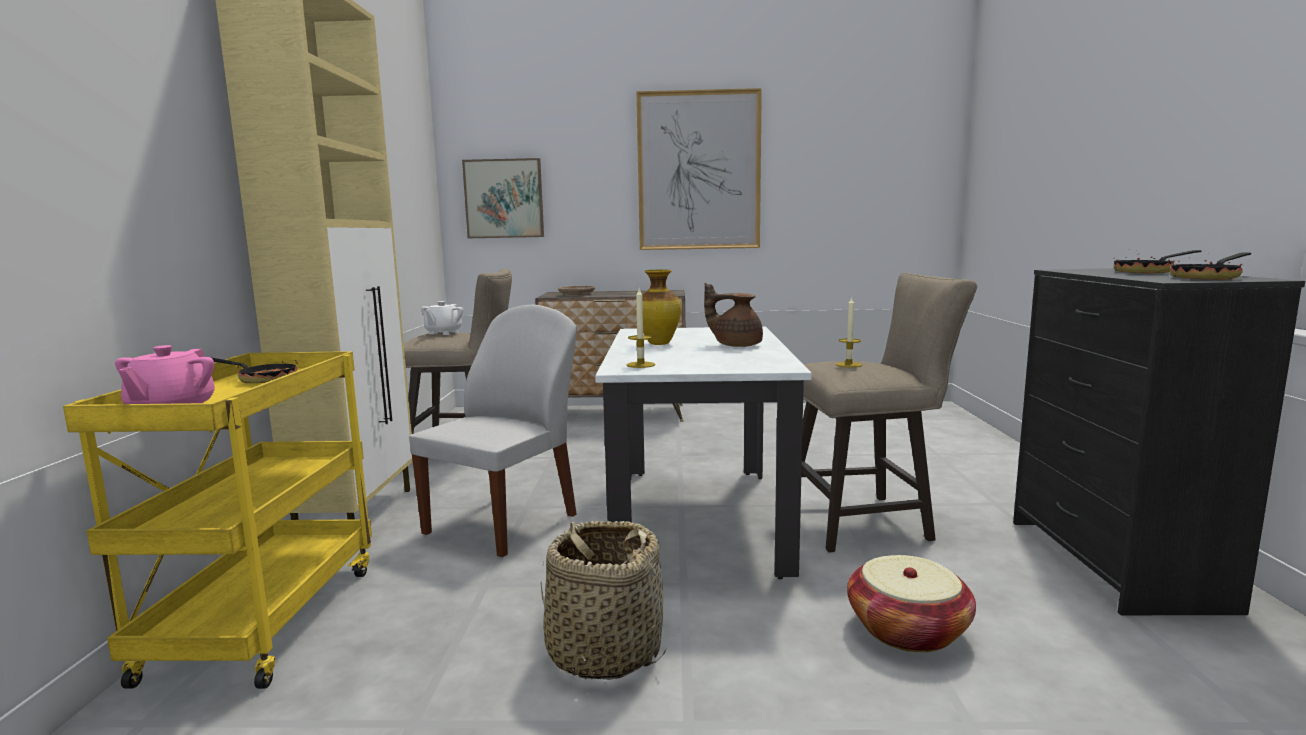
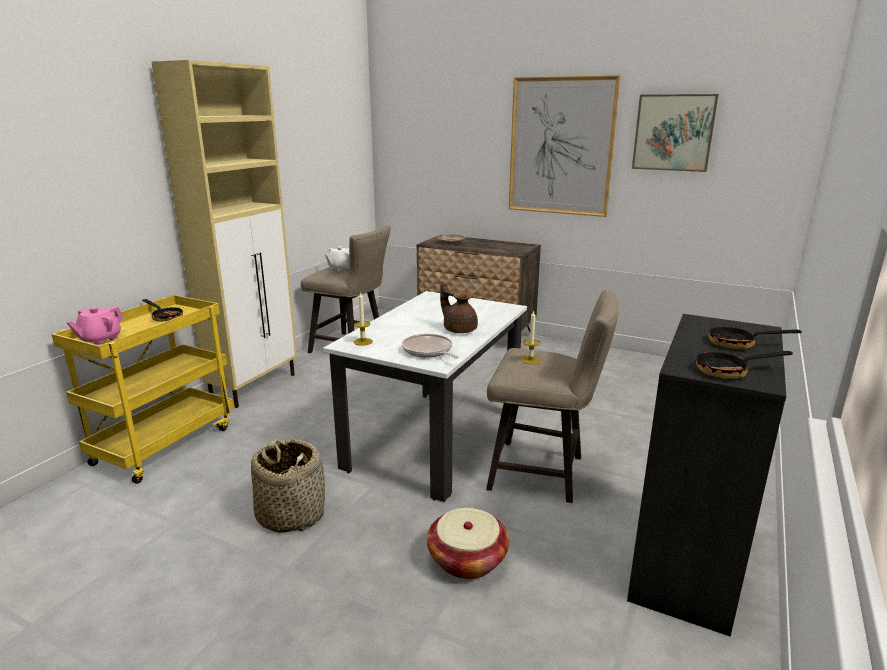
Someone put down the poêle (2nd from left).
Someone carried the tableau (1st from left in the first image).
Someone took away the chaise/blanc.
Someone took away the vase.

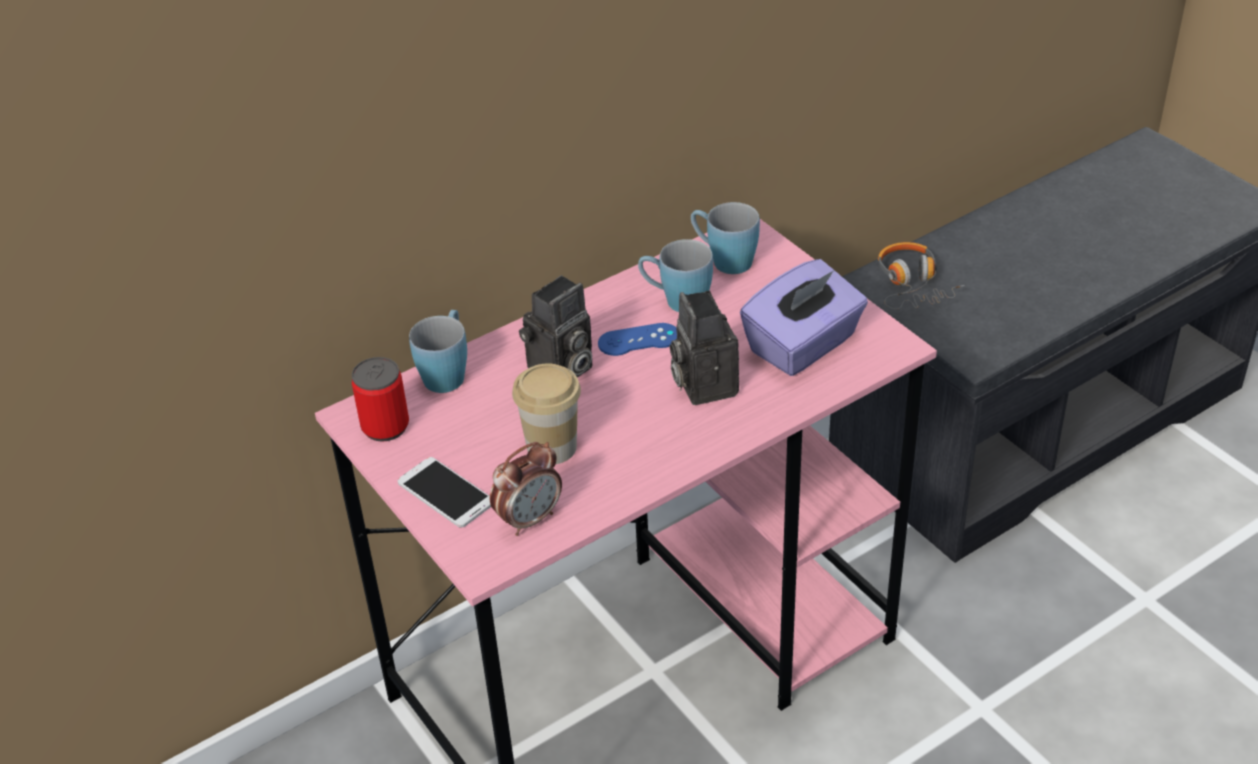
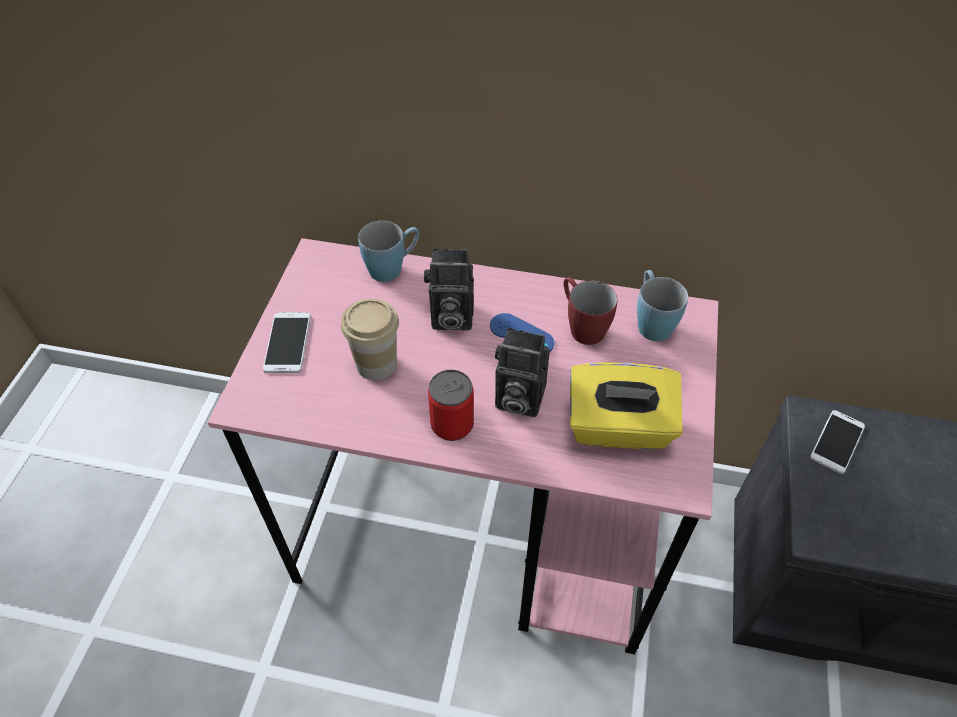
Someone carried the boîte métallique.
Someone rotated the appareil photo (2nd from left) by 105 degrees counterclockwise.
Someone repainted the mug/bleu (2nd from left), which became the mug/rouge.
Someone repainted the boîte à mouchoirs/violet, which became the boîte à mouchoirs/jaune.
Someone swapped the casque audio for the téléphone (2nd from left).
Someone took away the réveil.

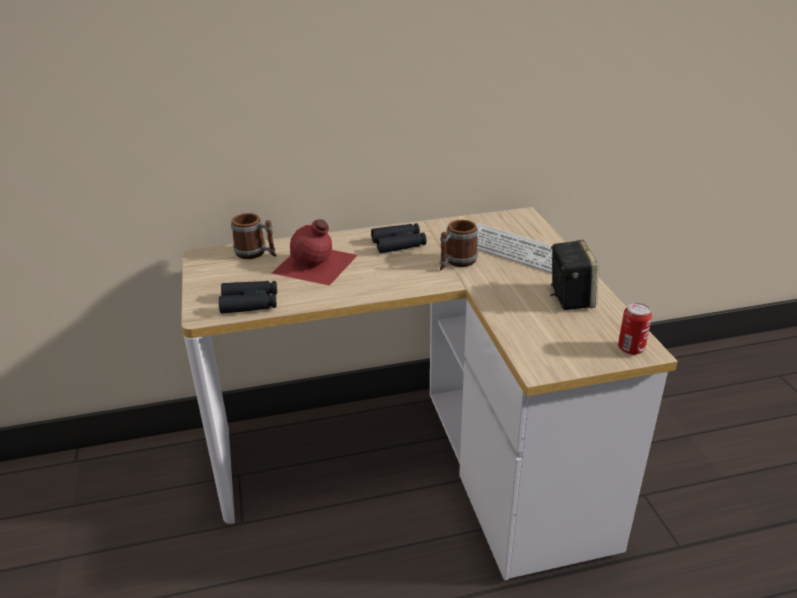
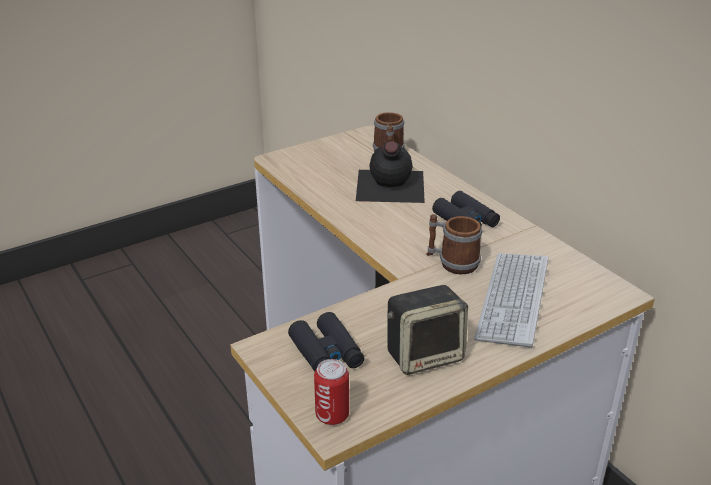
Someone carried the jumelles/noir (1st from left).
Someone repainted the bouteille/rouge, which became the bouteille/noir.

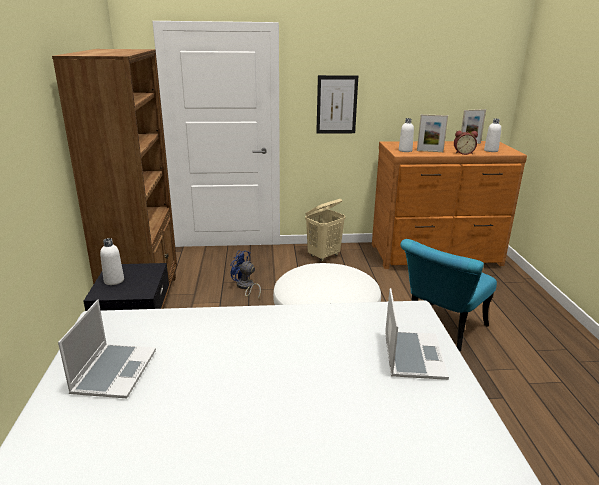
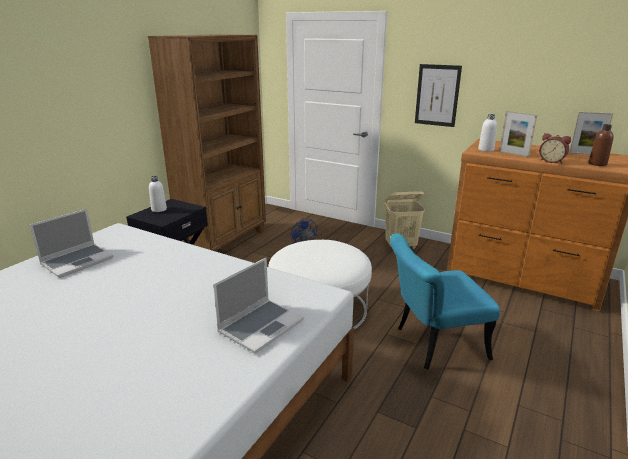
Someone repainted the bouteille/blanc (3rd from left), which became the bouteille/marron.

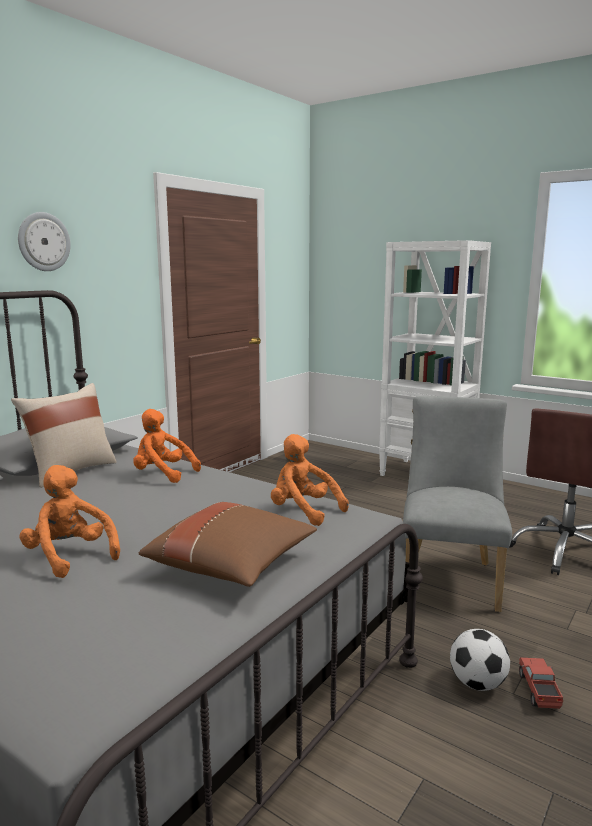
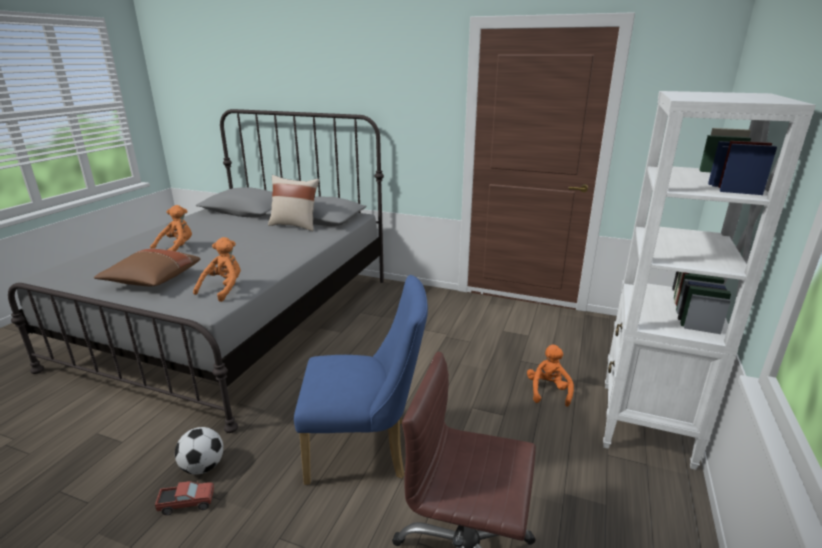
Someone repainted the chaise/gris, which became the chaise/bleu.
Someone carried the peluche/orange (2nd from left in the first image).
Someone took away the horloge murale.

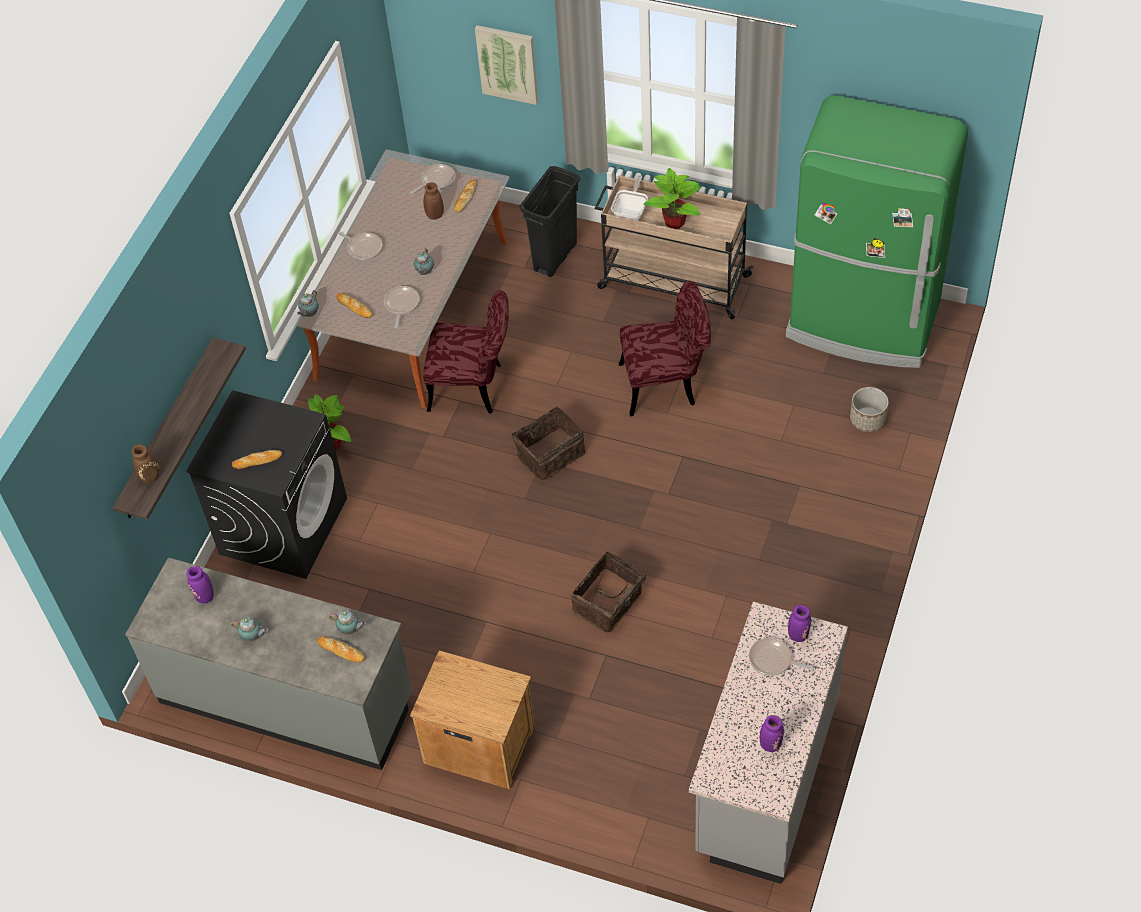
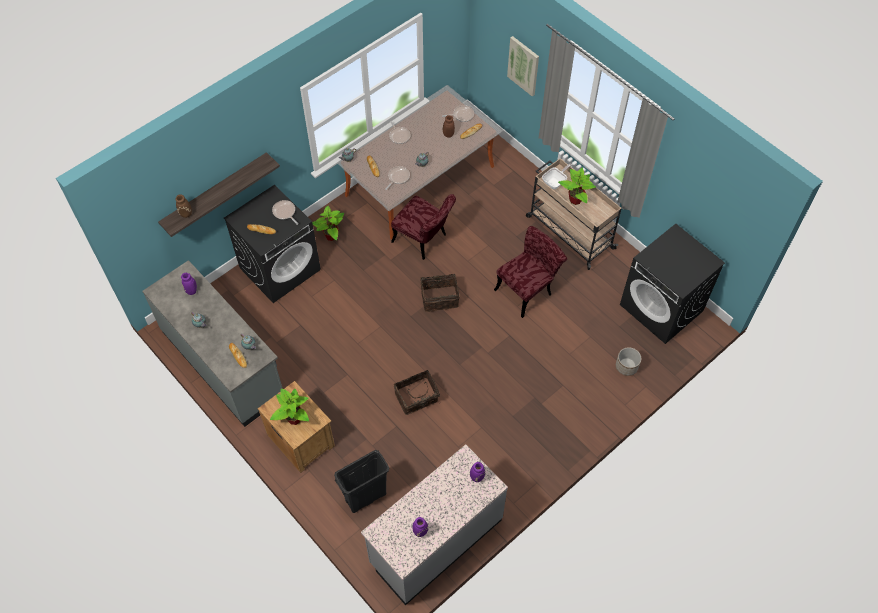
Someone put down the plante en pot (1st from left).
Someone carried the poêle (5th from left in the first image).
Someone carried the poubelle/noir.
Someone rotated the chaise/rouge (2nd from left) by 60 degrees counterclockwise.
Someone swapped the réfrigérateur/vert for the lave-linge/noir (2nd from left).

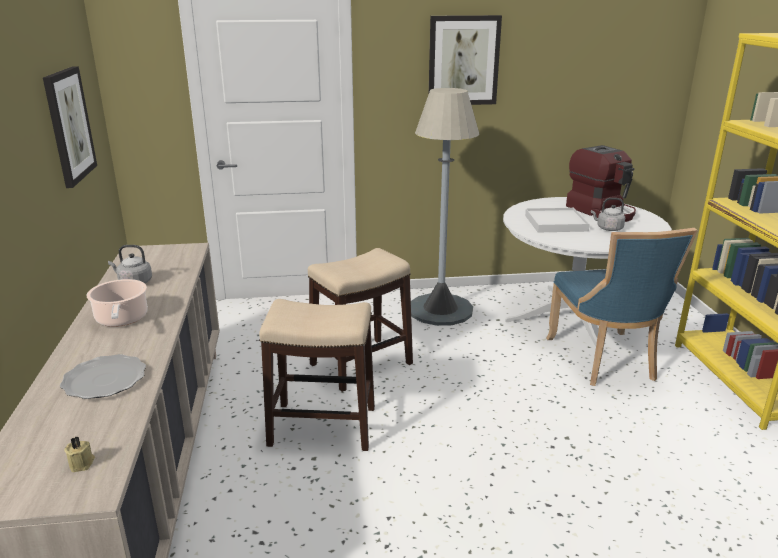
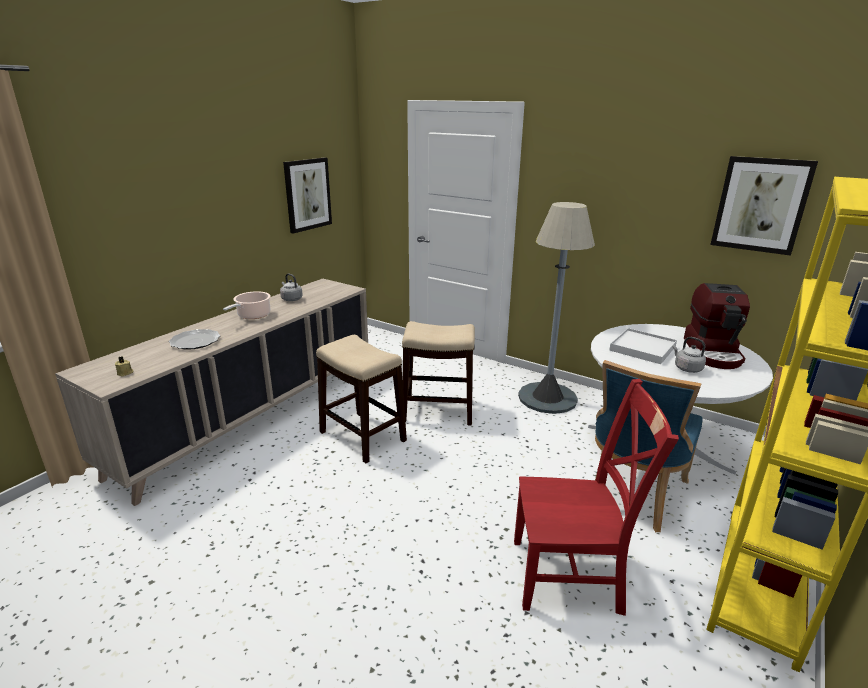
Someone put down the chaise/rouge.
Someone carried the tableau (2nd from left).

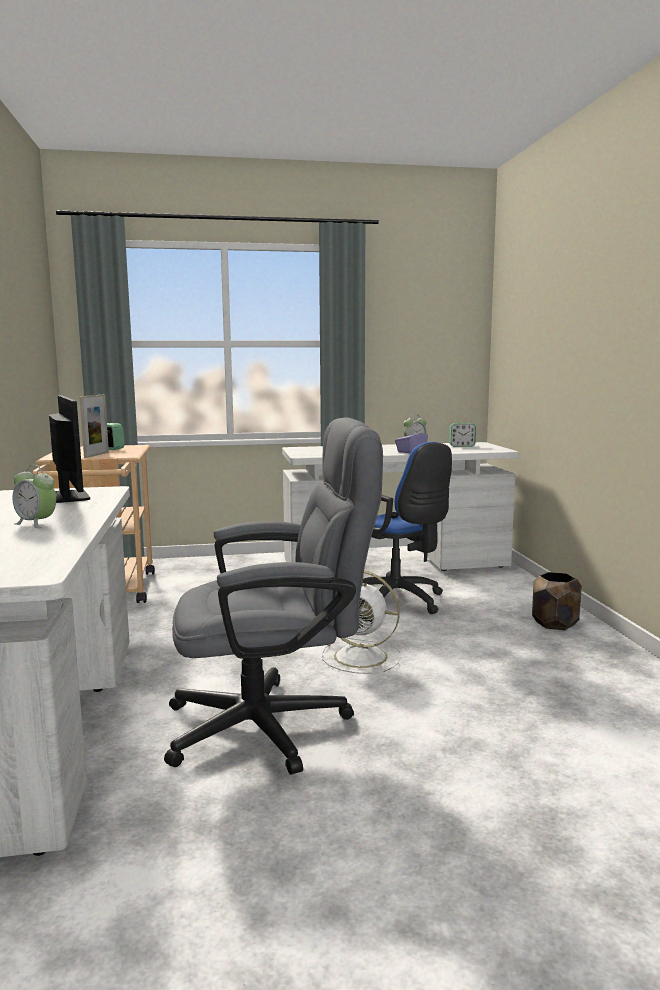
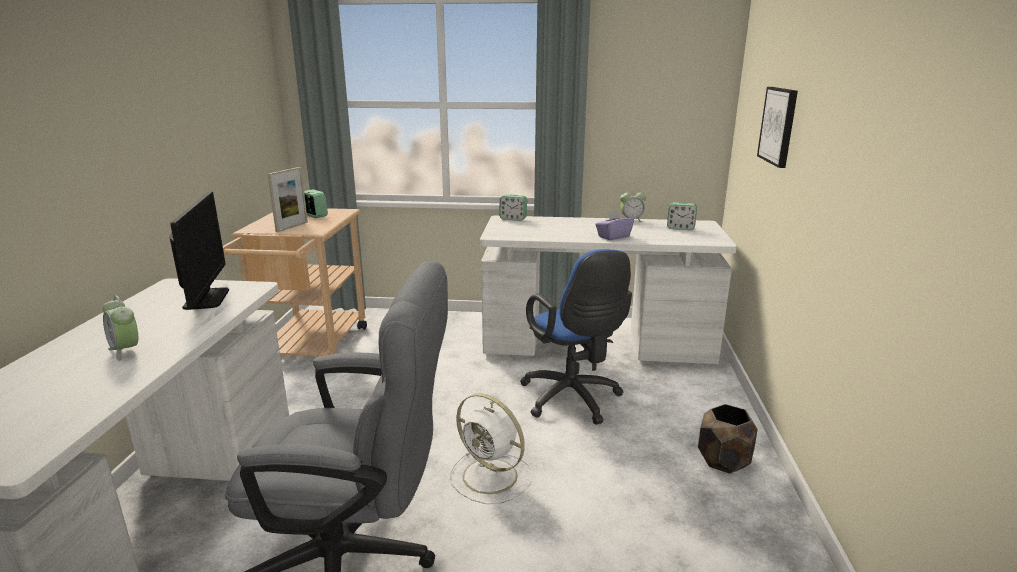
Someone put down the réveil (3rd from left).
Someone put up the tableau.

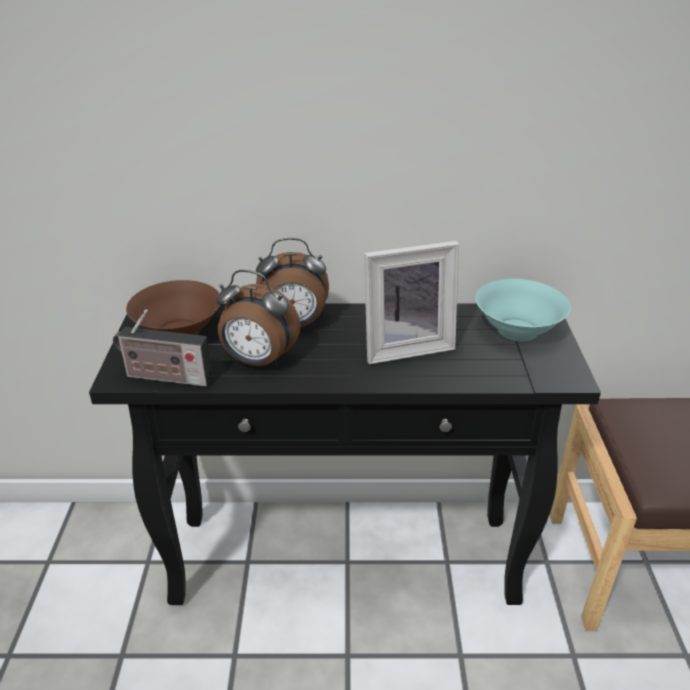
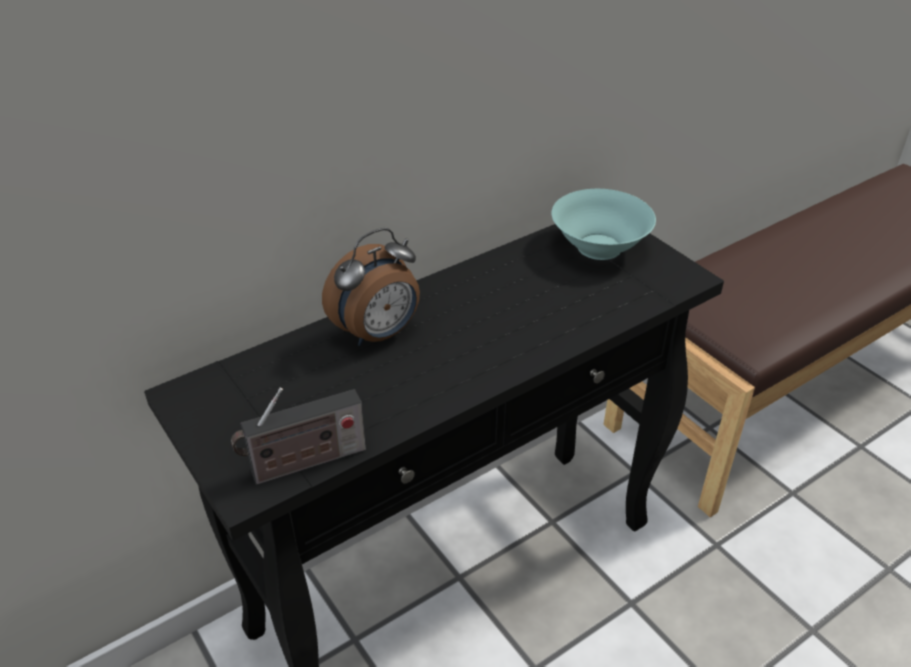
Someone took away the bol/marron.
Someone took away the réveil (1st from left).
Someone took away the cadre photo.

